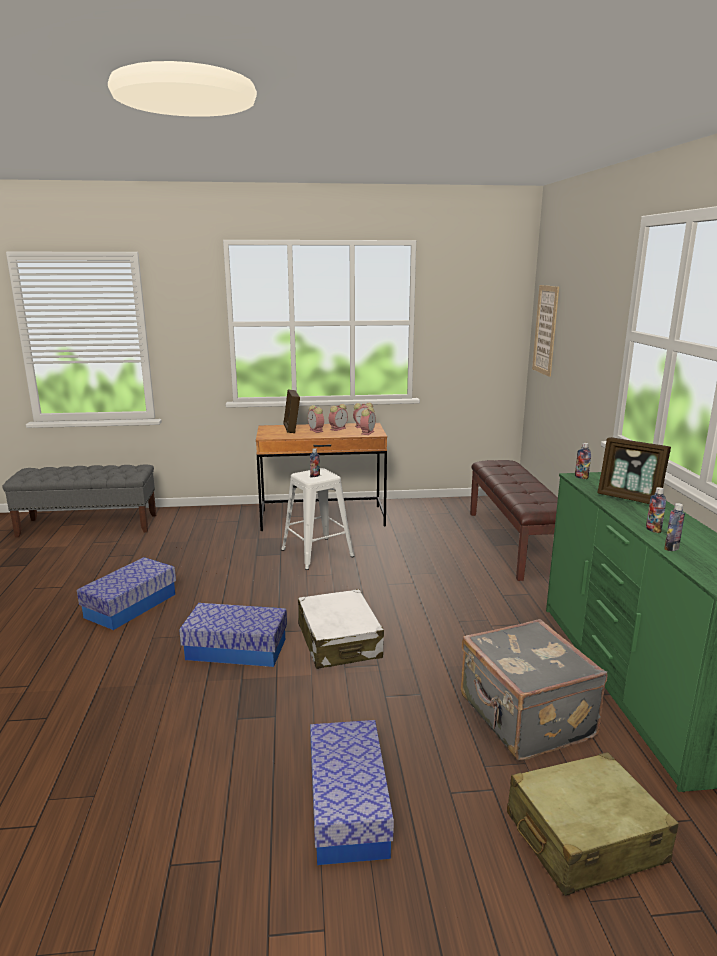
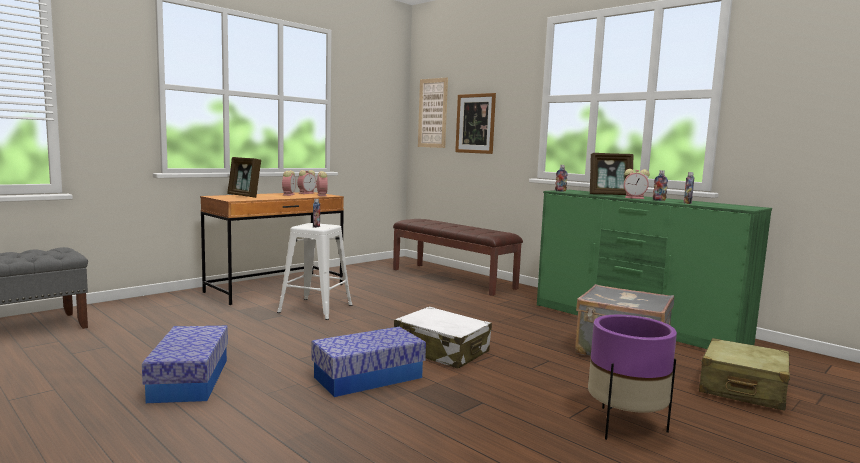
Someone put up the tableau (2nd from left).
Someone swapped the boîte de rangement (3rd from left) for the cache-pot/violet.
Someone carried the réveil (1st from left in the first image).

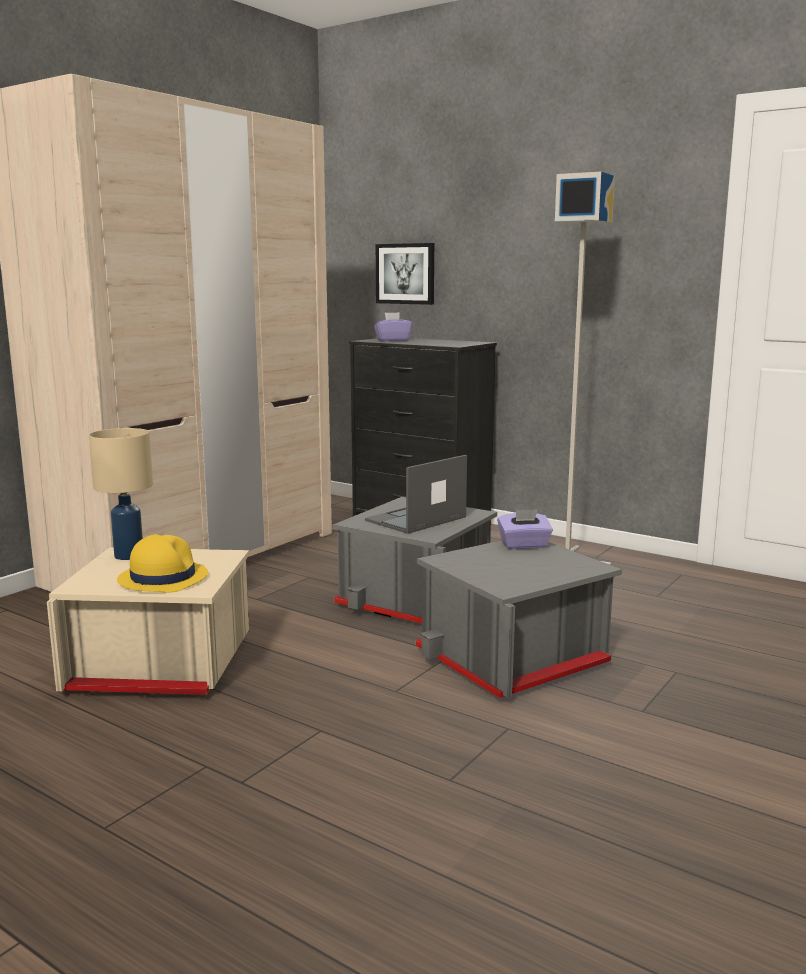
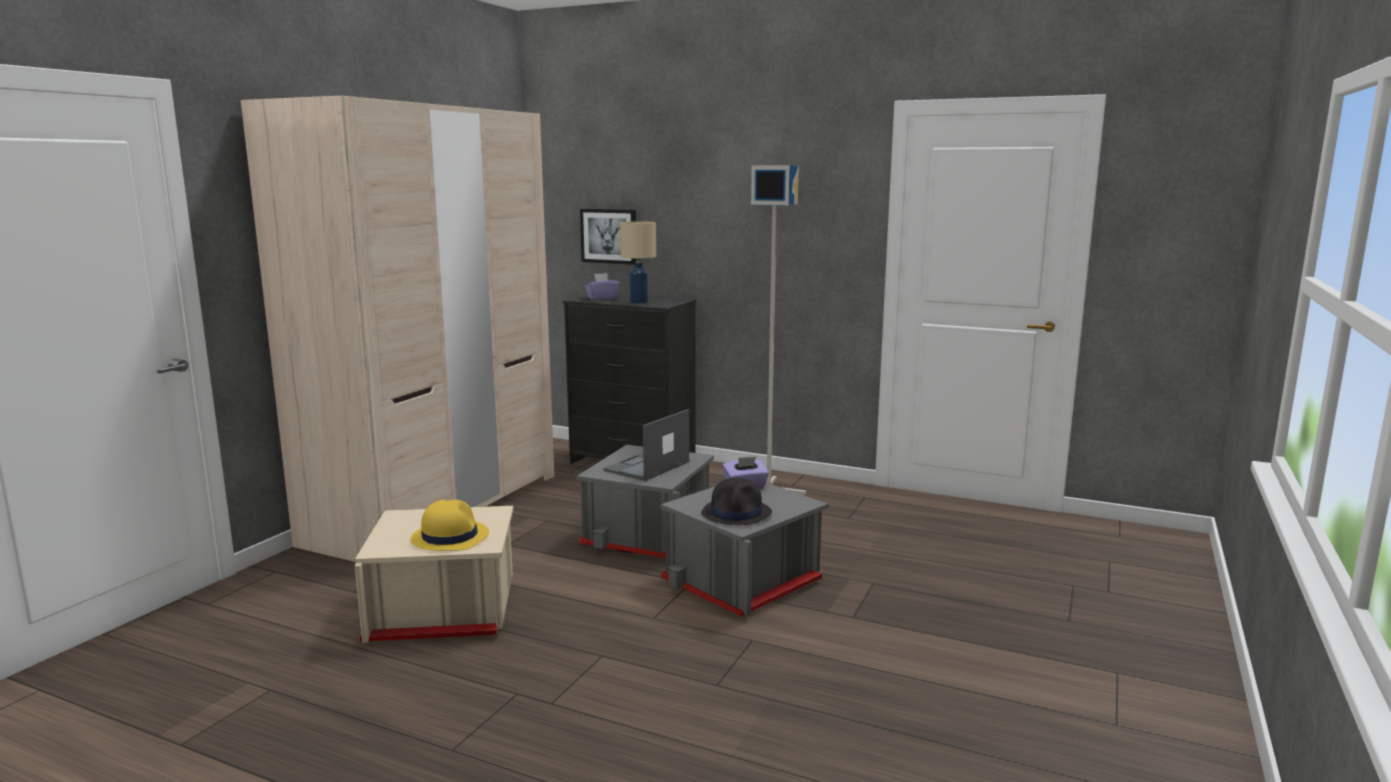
Someone carried the lampe de table/beige.
Someone put down the chapeau/noir.

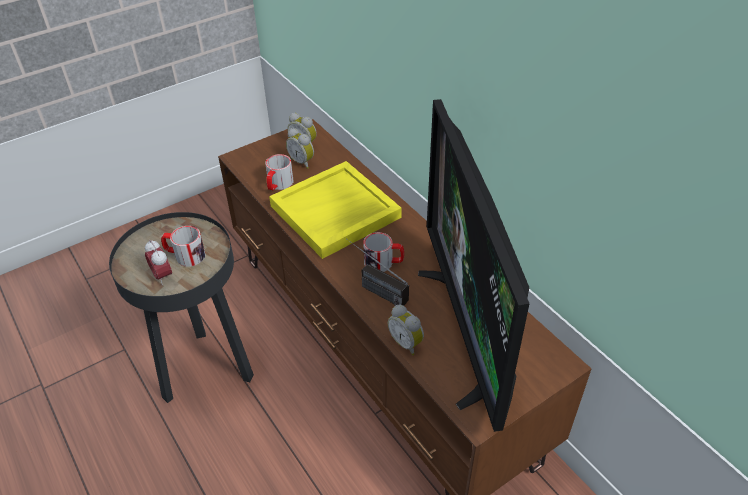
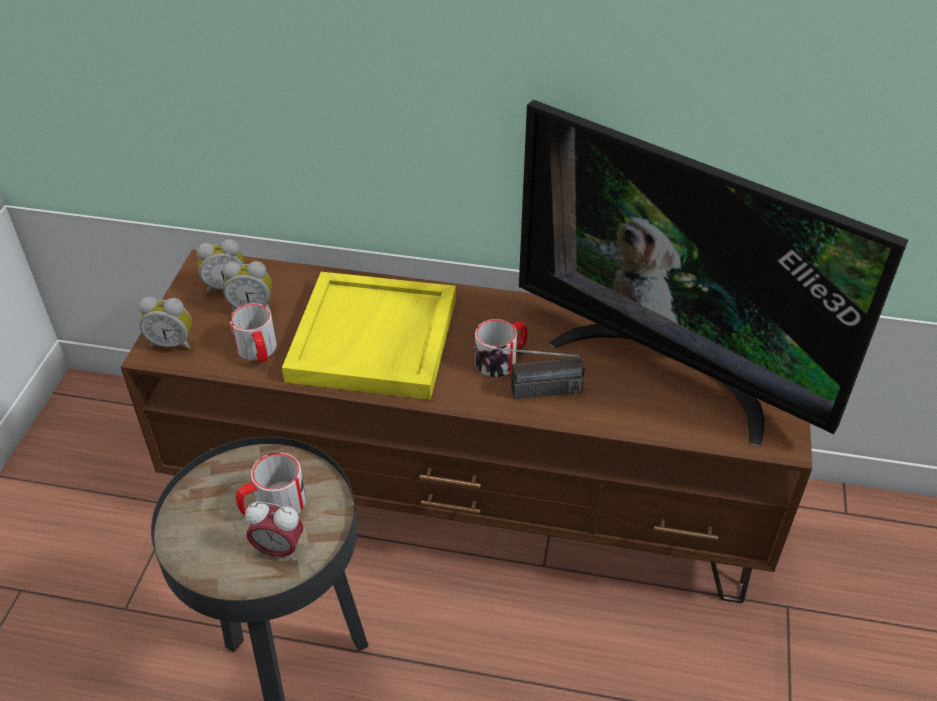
Someone carried the réveil (4th from left in the first image).

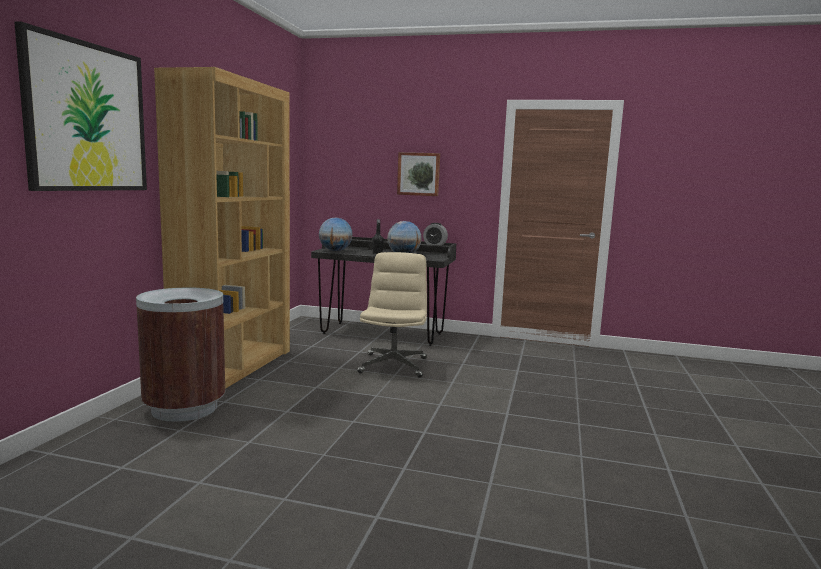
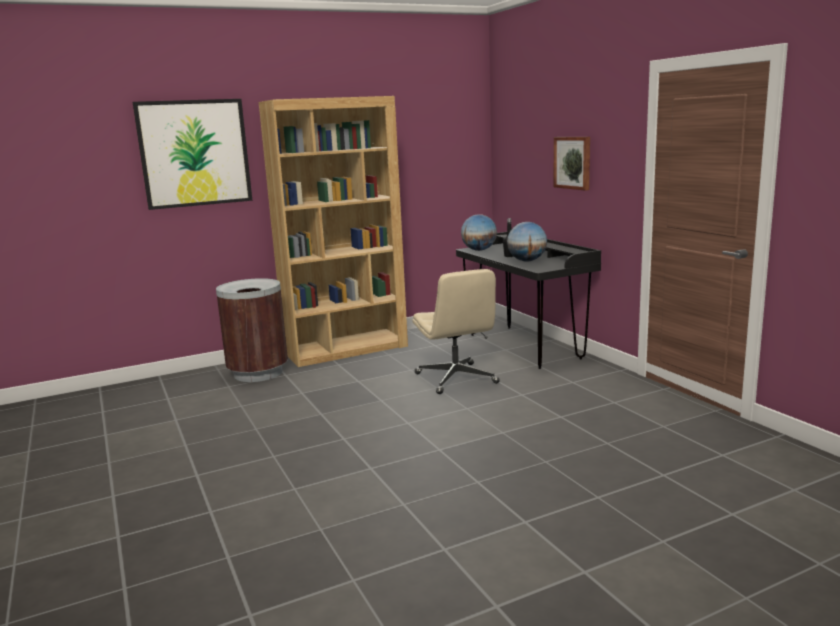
Someone rotated the chaise de bureau/beige by 105 degrees clockwise.
Someone took away the réveil.

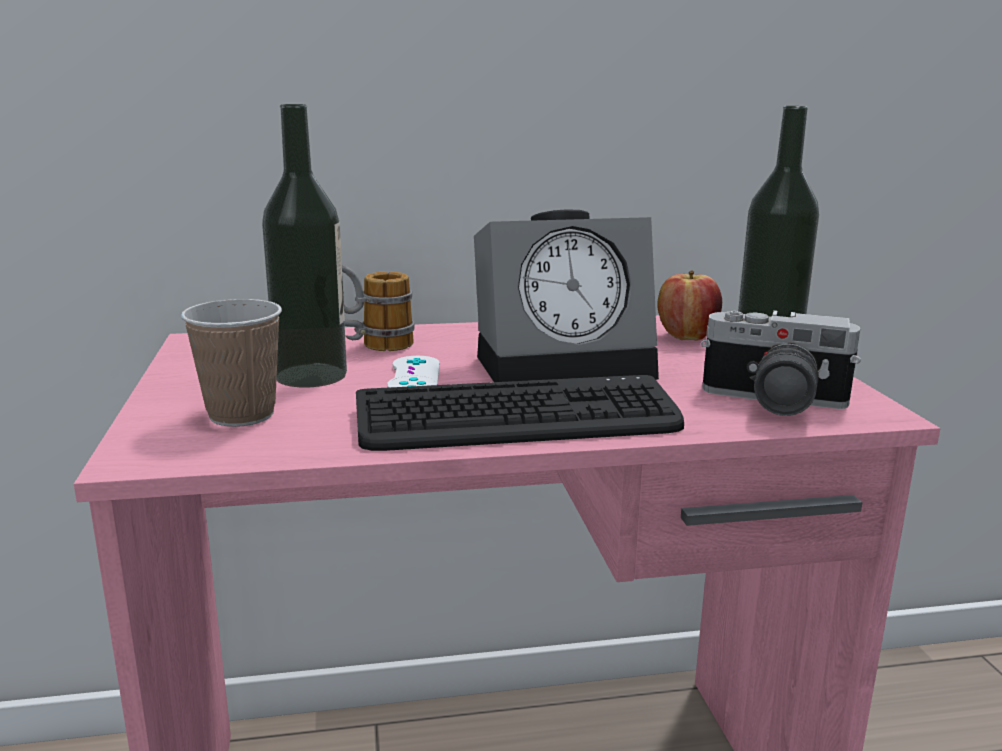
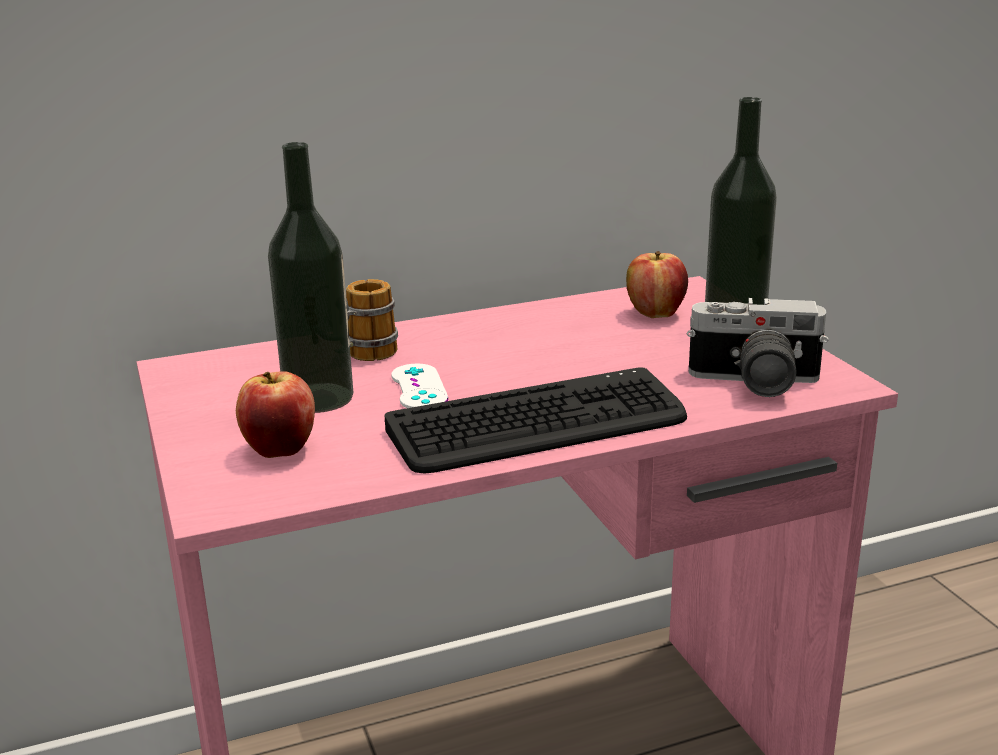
Someone swapped the tasse for the pomme (1st from left).
Someone took away the réveil.

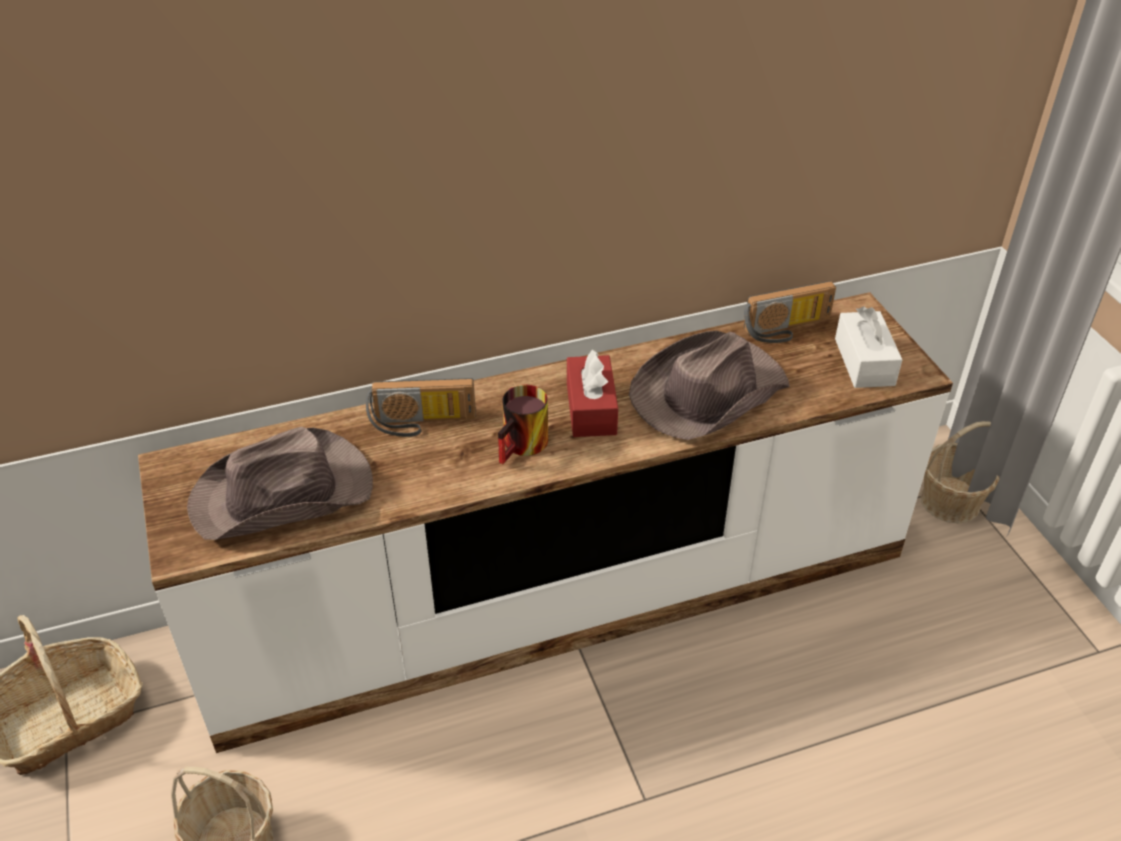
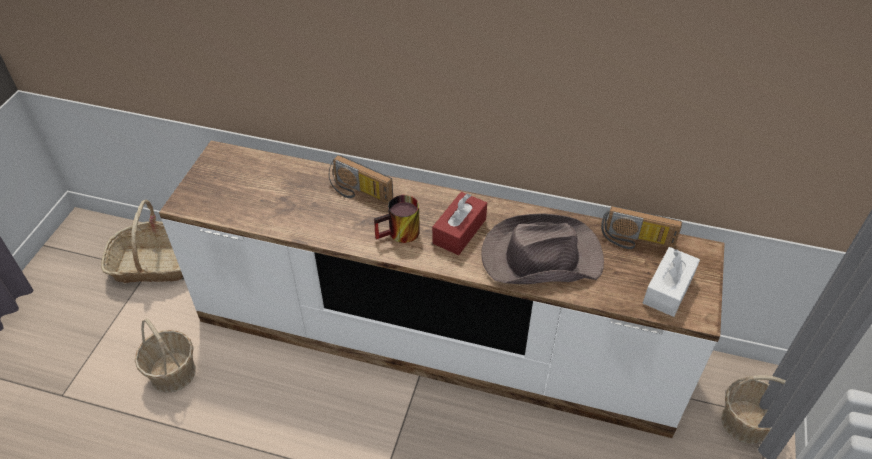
Someone took away the chapeau/marron (1st from left).

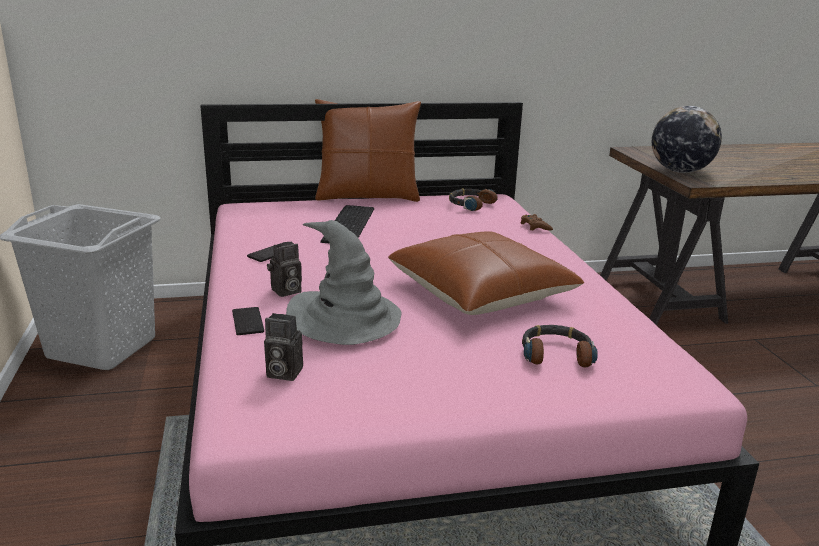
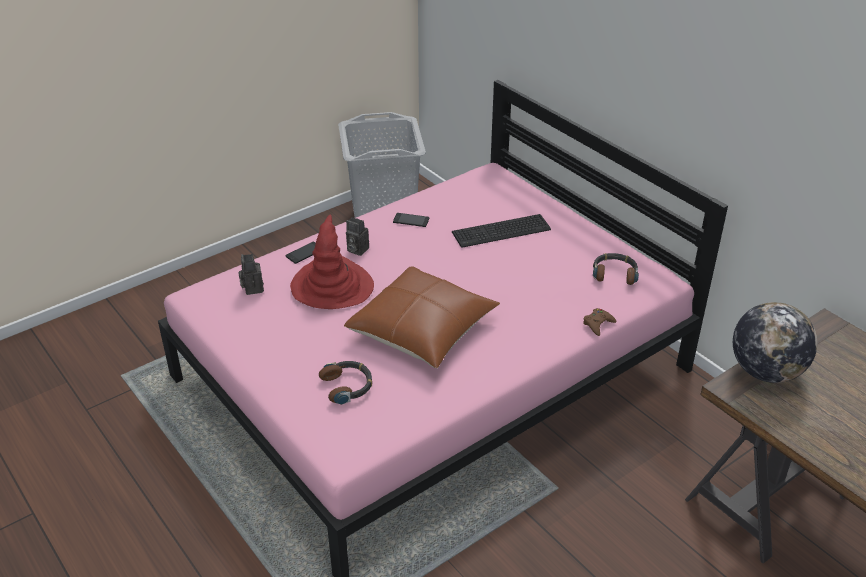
Someone repainted the chapeau/gris, which became the chapeau/rouge.
Someone took away the coussin/marron (1st from left).

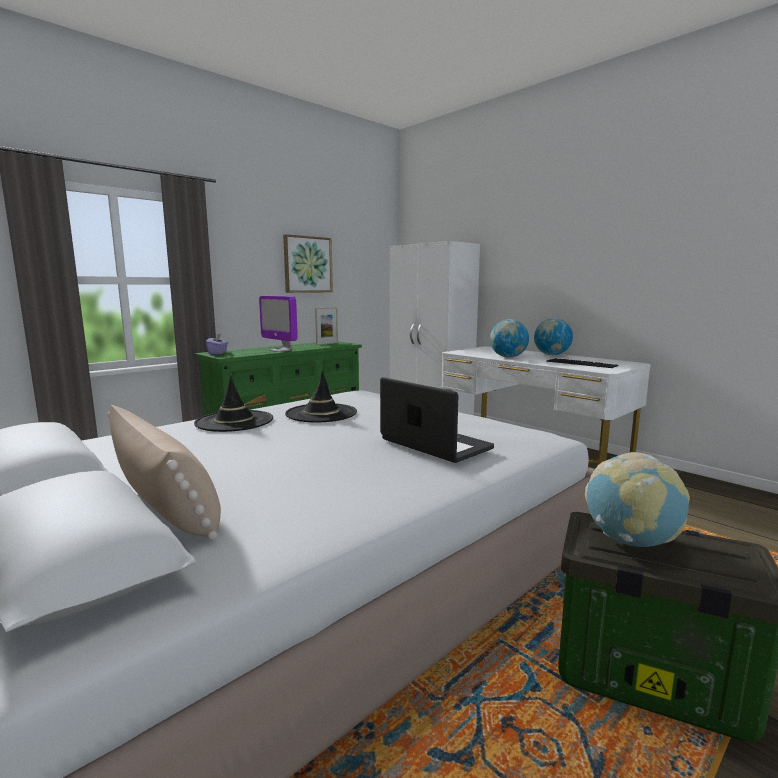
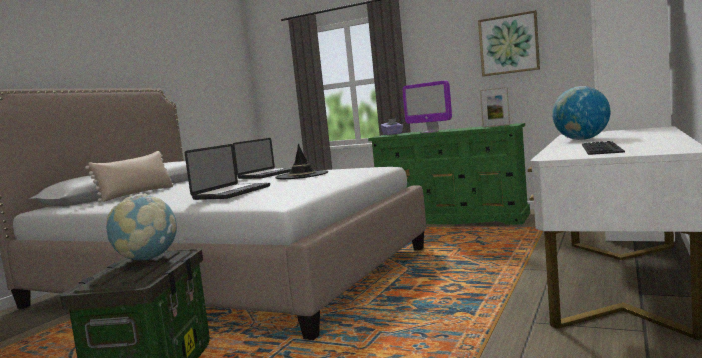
Someone swapped the chapeau/noir (1st from left) for the ordinateur portable (2nd from left).
Someone rotated the écran d'ordinateur by 75 degrees counterclockwise.
Someone took away the globe (2nd from left).

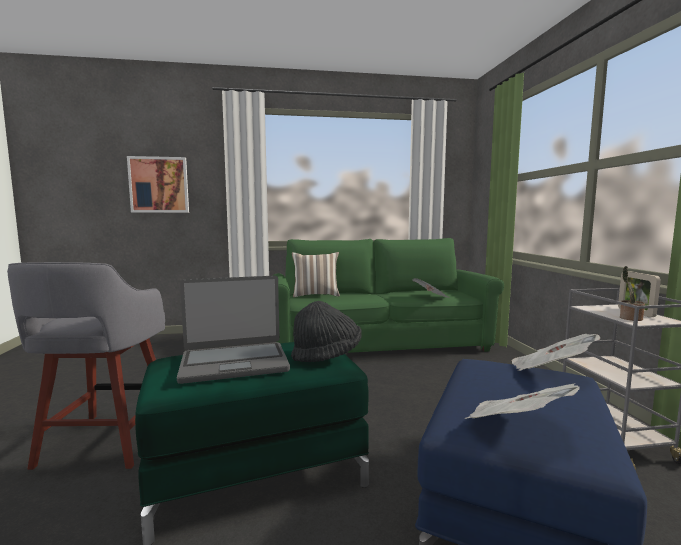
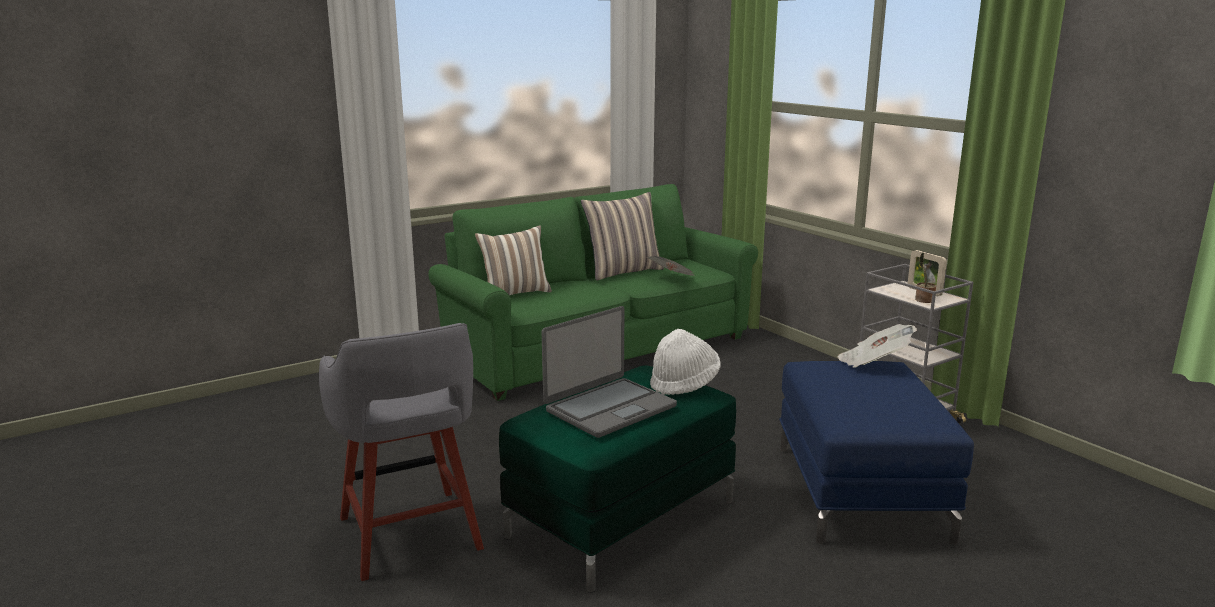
Someone put down the coussin (2nd from left).
Someone repainted the chapeau/noir, which became the chapeau/blanc.
Someone took away the tableau.
Someone took away the journal (2nd from left).

